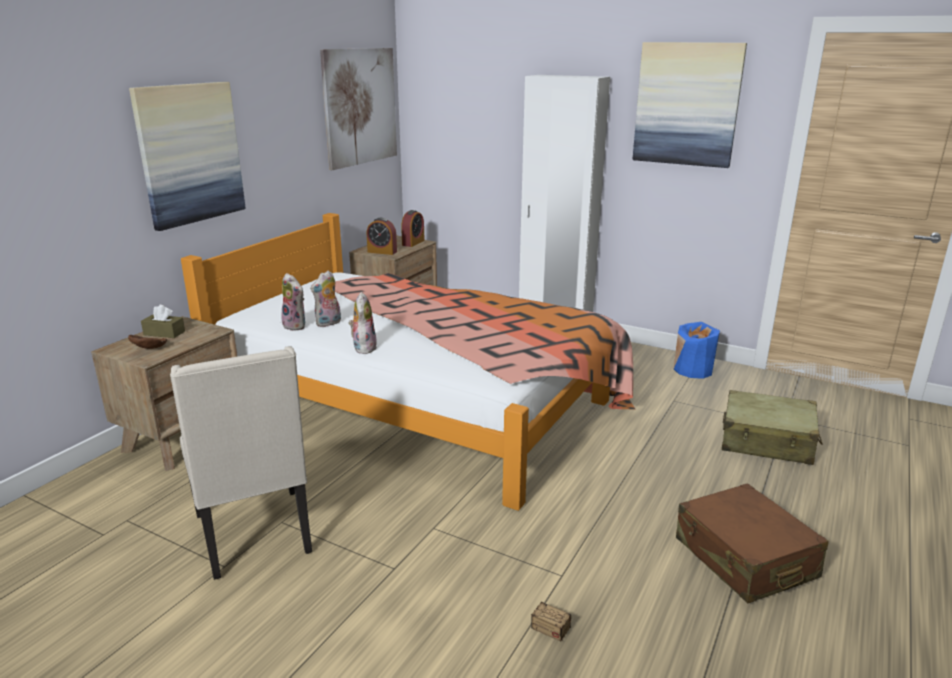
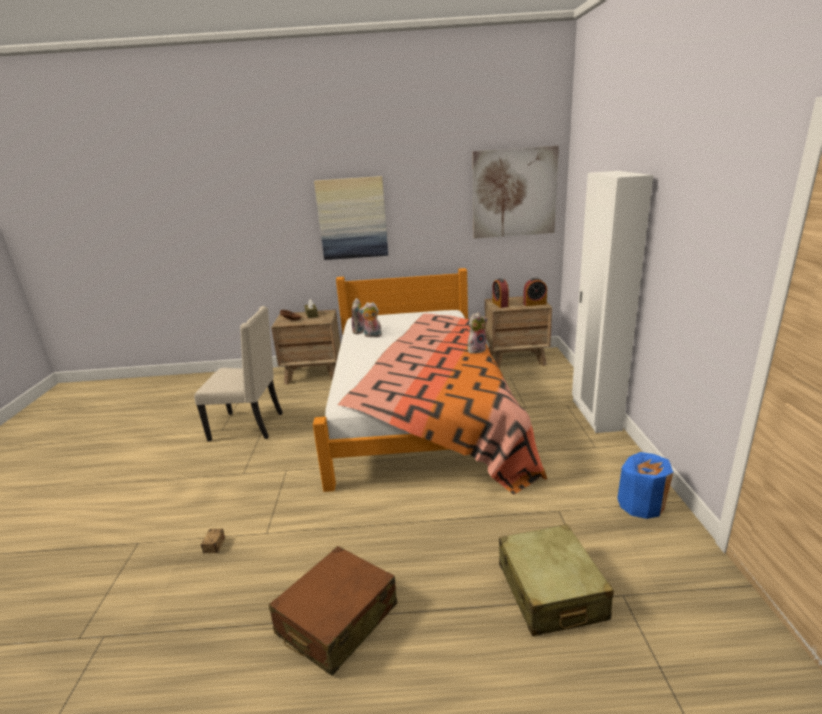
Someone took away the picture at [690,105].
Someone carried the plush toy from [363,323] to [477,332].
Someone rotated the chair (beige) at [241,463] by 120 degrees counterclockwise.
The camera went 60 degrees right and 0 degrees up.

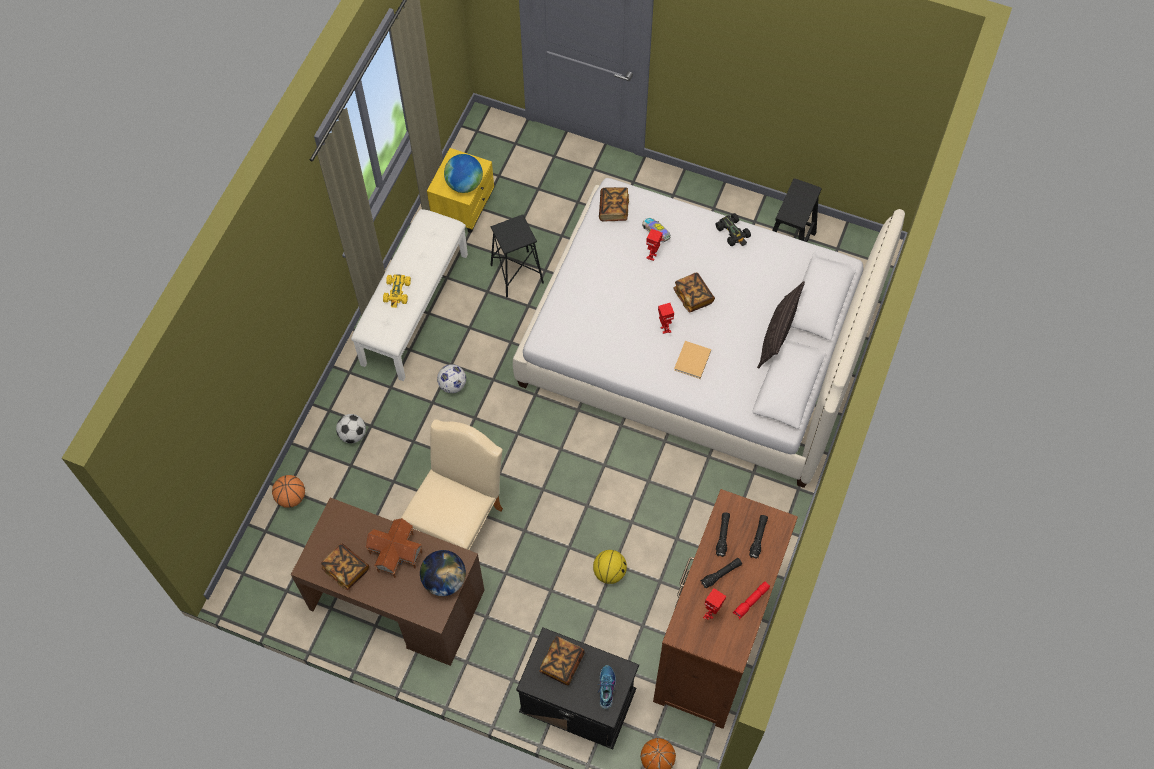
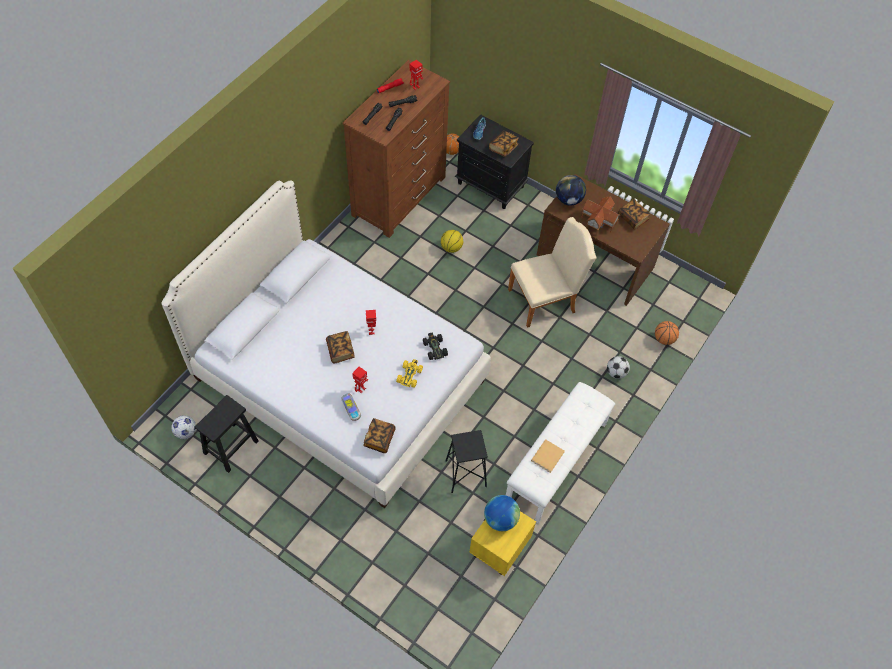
Someone took away the pillow at [781,325].
Someone carried the toy car (yellow) from [397,291] to [409,373].
Someone carried the football from [451,378] to [183,427].
Someone carried the book (beige) from [692,360] to [548,456].
Someone carried the toy car (black) from [733,229] to [435,346].
Someone rotated the chair (beige) at [452,484] by 150 degrees counterclockwise.
The camera went 170 degrees left and 5 degrees down.

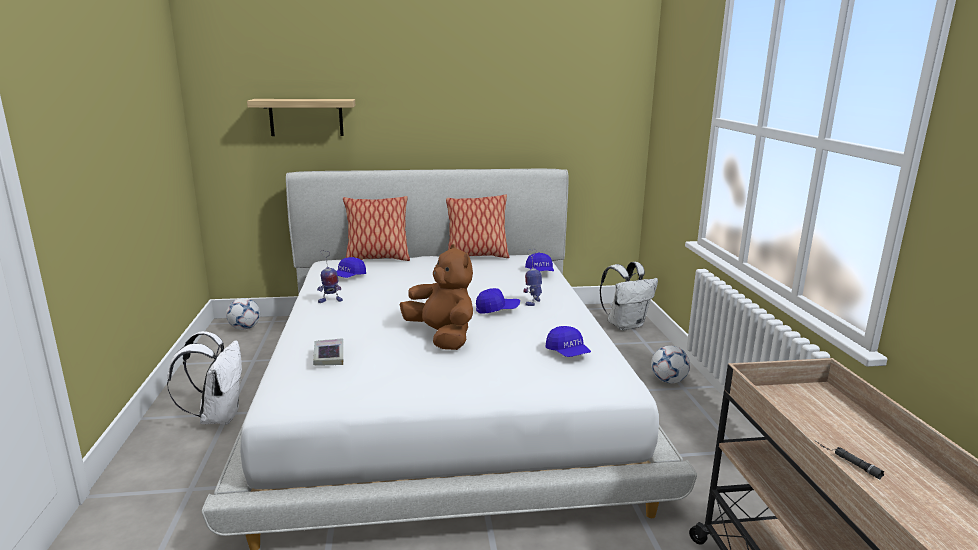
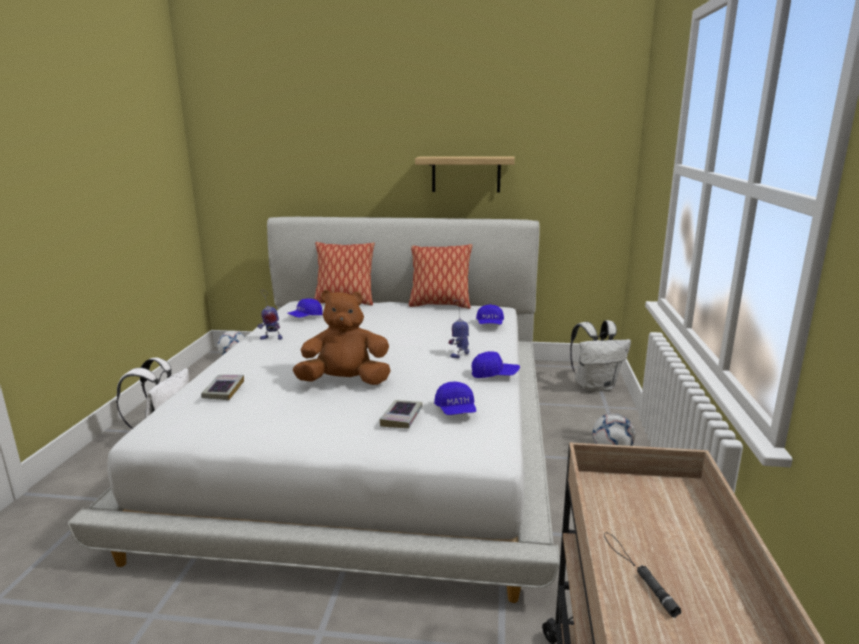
Someone put down the book at [401,414].
Someone carried the shelf from [301,117] to [465,174].
Someone carried the cap (blue) from [498,301] to [496,364].
Someone rotated the plush toy (brown) at [436,297] by 75 degrees counterclockwise.
The camera went 15 degrees right and 0 degrees up.

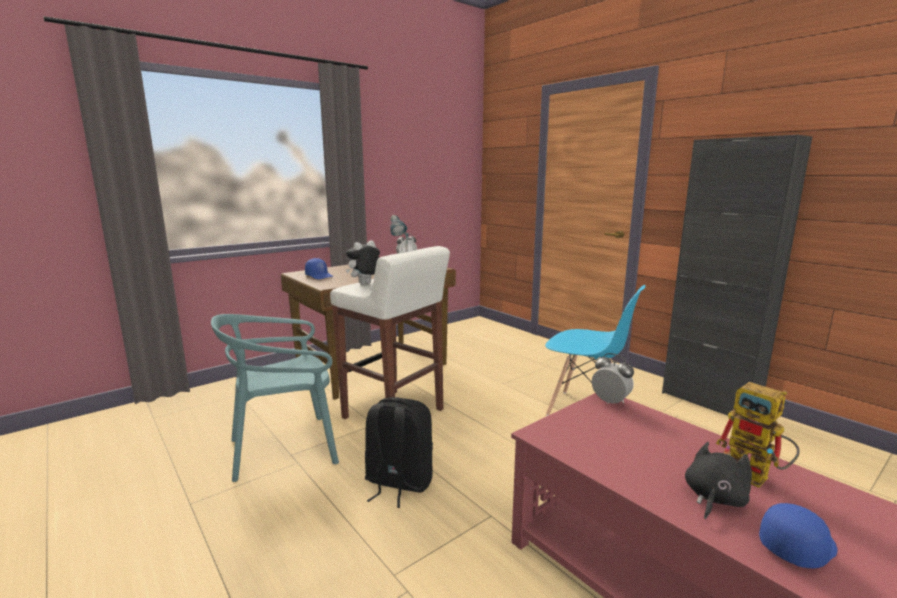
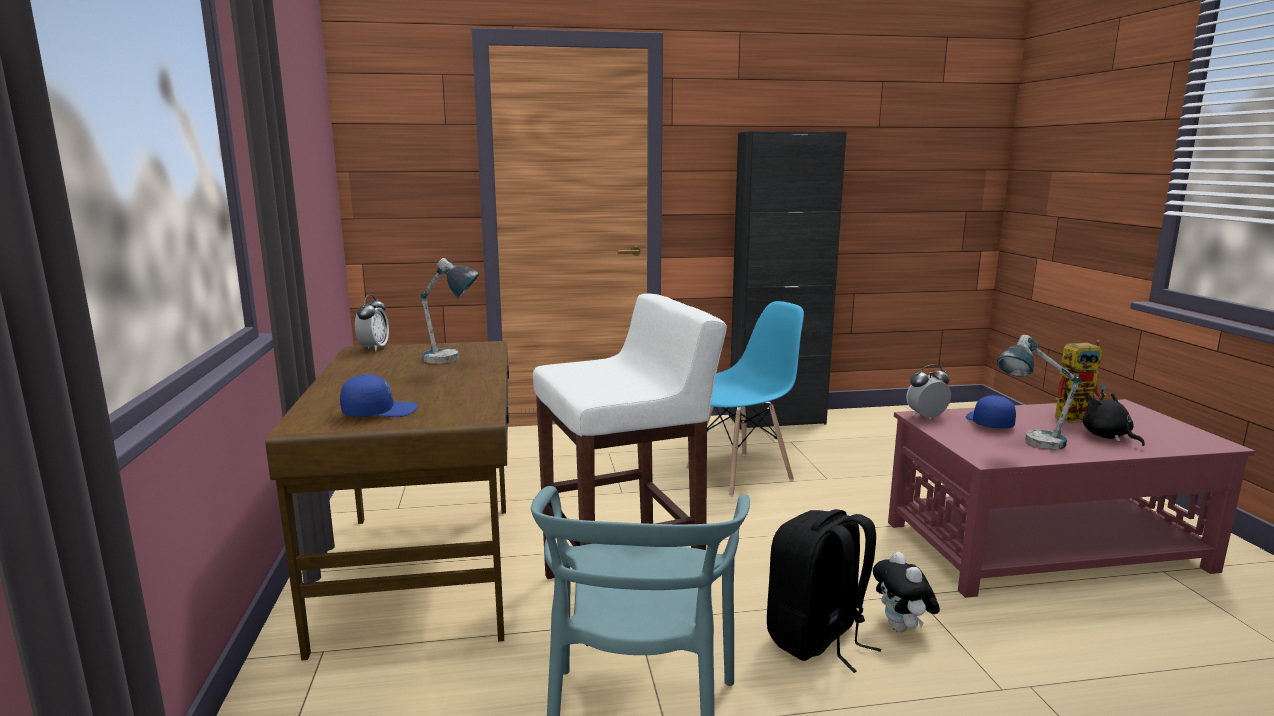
Someone put down the table lamp at [1039,392].
Someone carried the plush toy from [363,262] to [906,592].
Someone carried the cap (blue) from [798,535] to [991,411].
The camera went 60 degrees left and 0 degrees up.

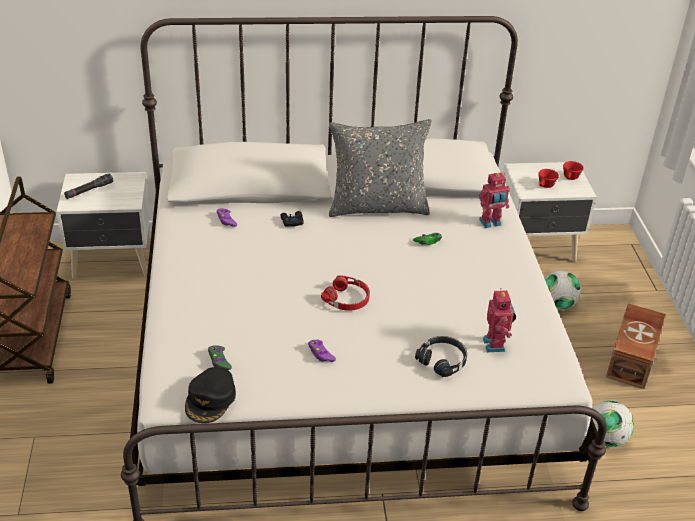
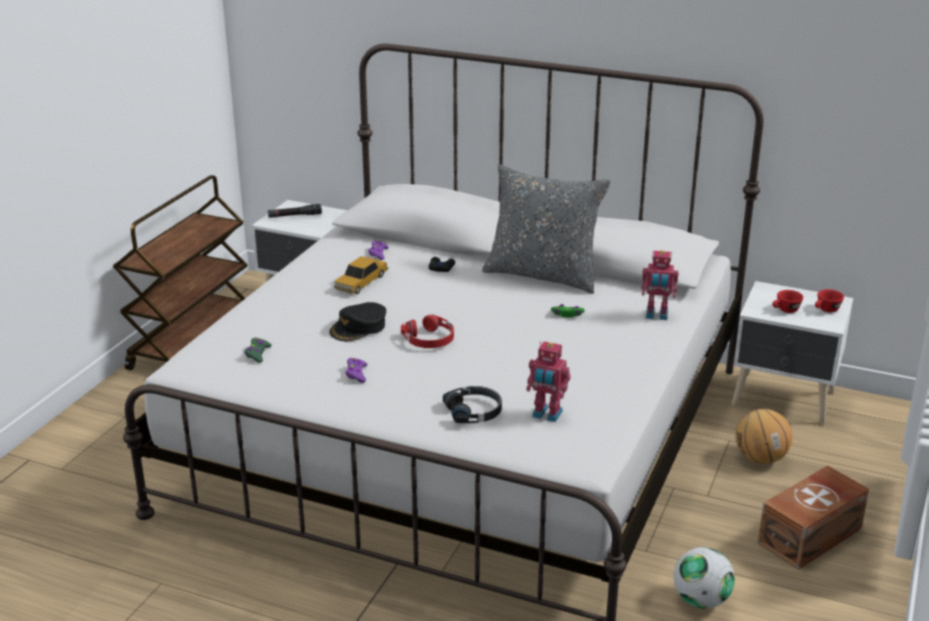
Someone put down the toy car at [361,275].
Someone carried the cap (black) from [210,395] to [357,321].
Someone swapped the football at [563,290] for the basketball at [763,436].
Someone rotated the toy robot at [499,320] by 90 degrees clockwise.
The camera went 30 degrees right and 10 degrees down.

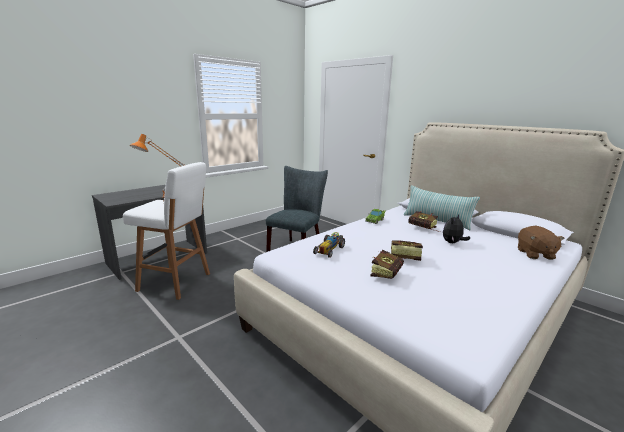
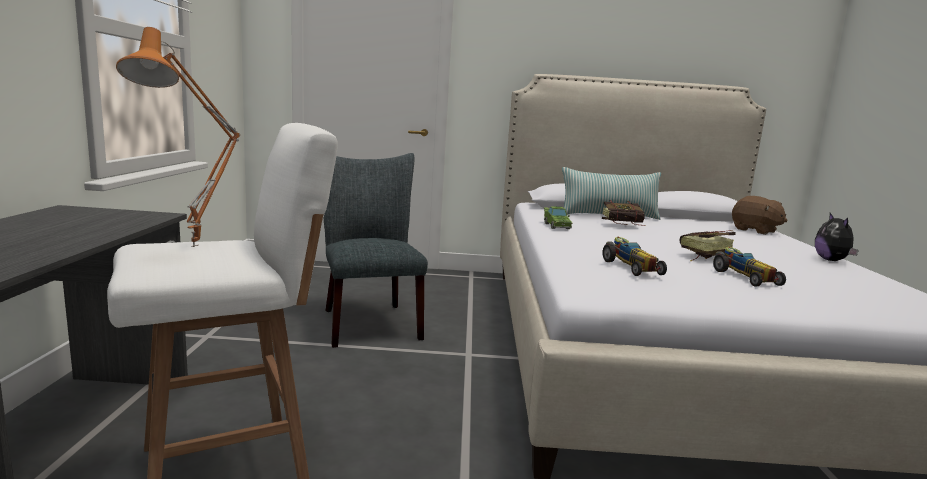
Someone carried the plush toy from [456,228] to [837,237].
Someone swapped the book at [387,264] for the toy car at [749,266].
The camera went 45 degrees left and 5 degrees down.

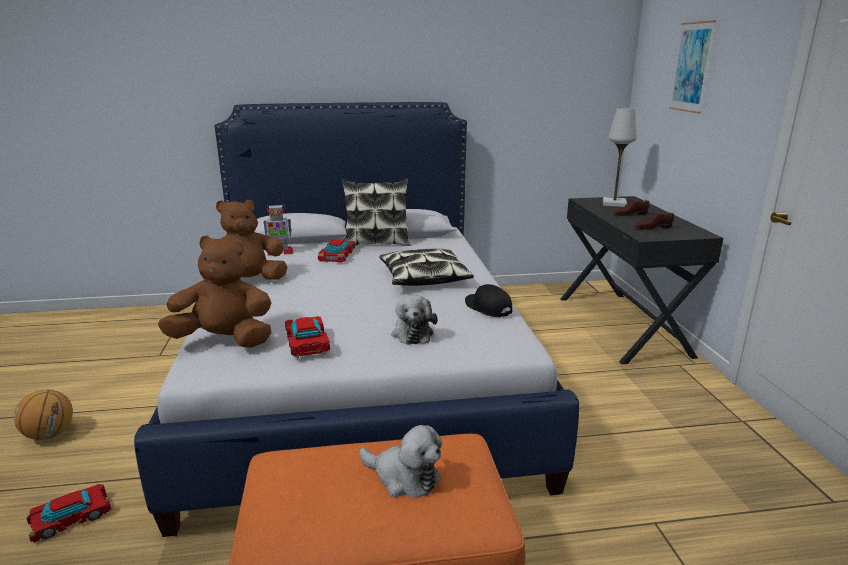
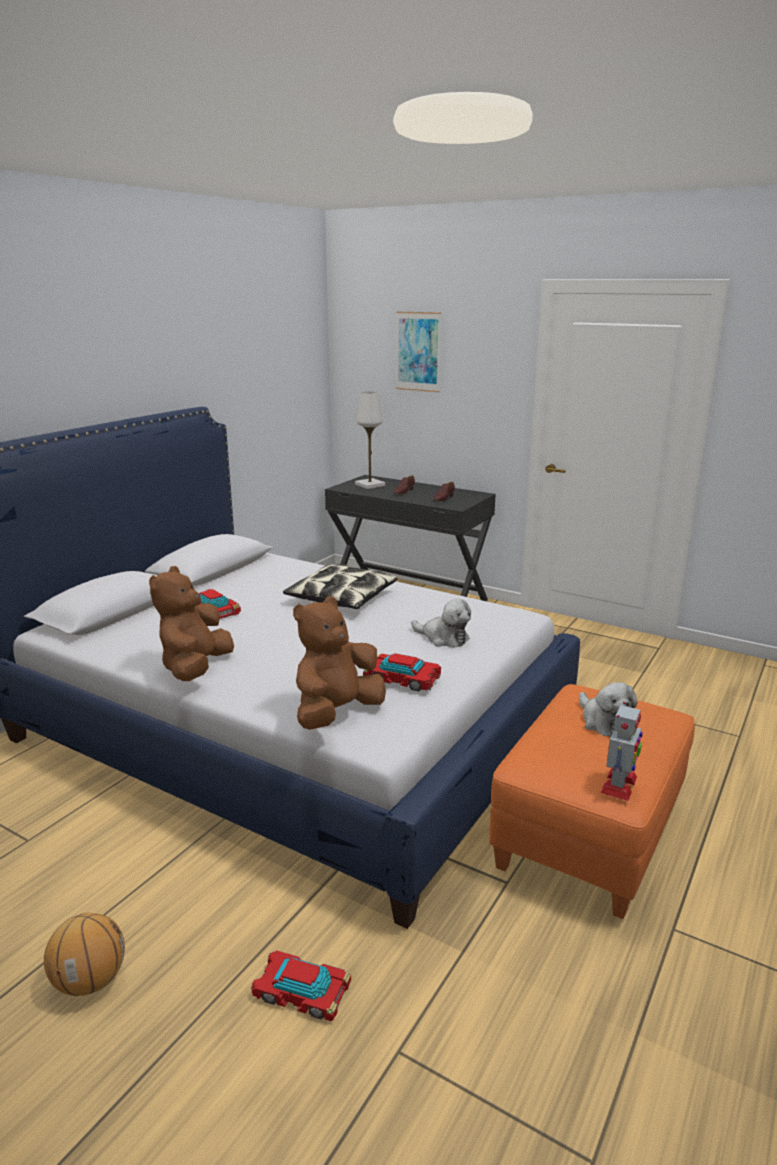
Someone took away the pillow at [376,212].
Someone took away the cap (black) at [488,300].
Someone carried the toy robot from [278,230] to [622,751].
Someone rotated the toy car at [68,513] by 75 degrees counterclockwise.
Someone rotated the plush toy at [400,461] by 90 degrees clockwise.
The camera went 50 degrees left and 0 degrees up.

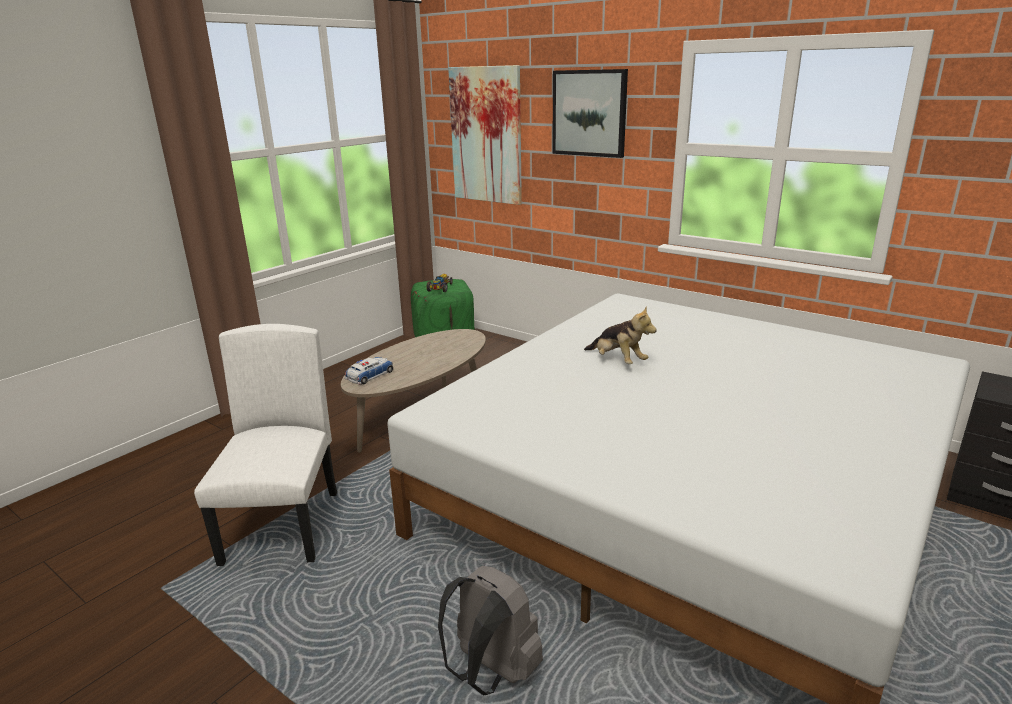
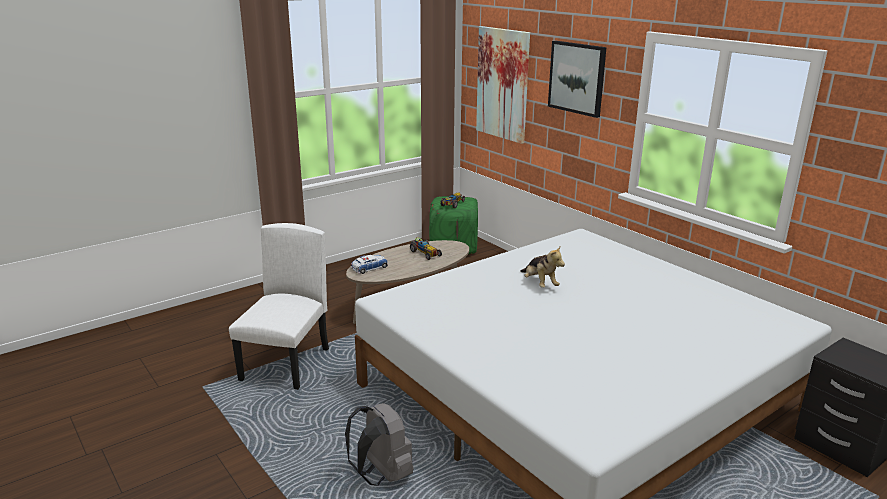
Someone put down the toy car at [426,248].
The camera went 15 degrees right and 0 degrees up.

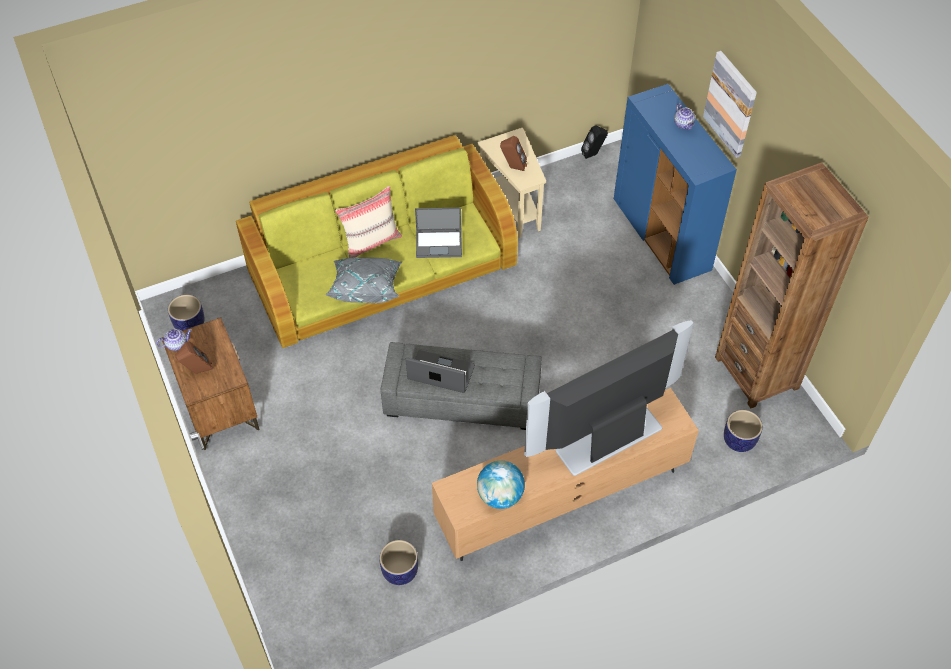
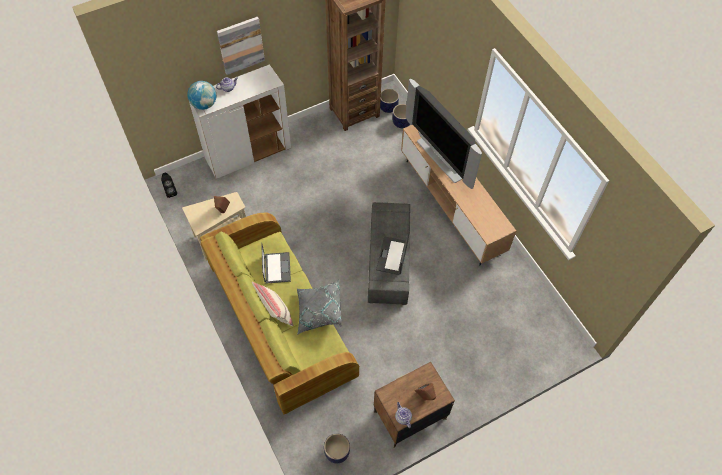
Someone carried the planter from [398,562] to [389,101].
Someone carried the globe from [501,485] to [201,95].
Someone repainted the cabinet (blue) at [675,184], which became the cabinet (white) at [240,121].
The camera went 95 degrees left and 5 degrees up.

